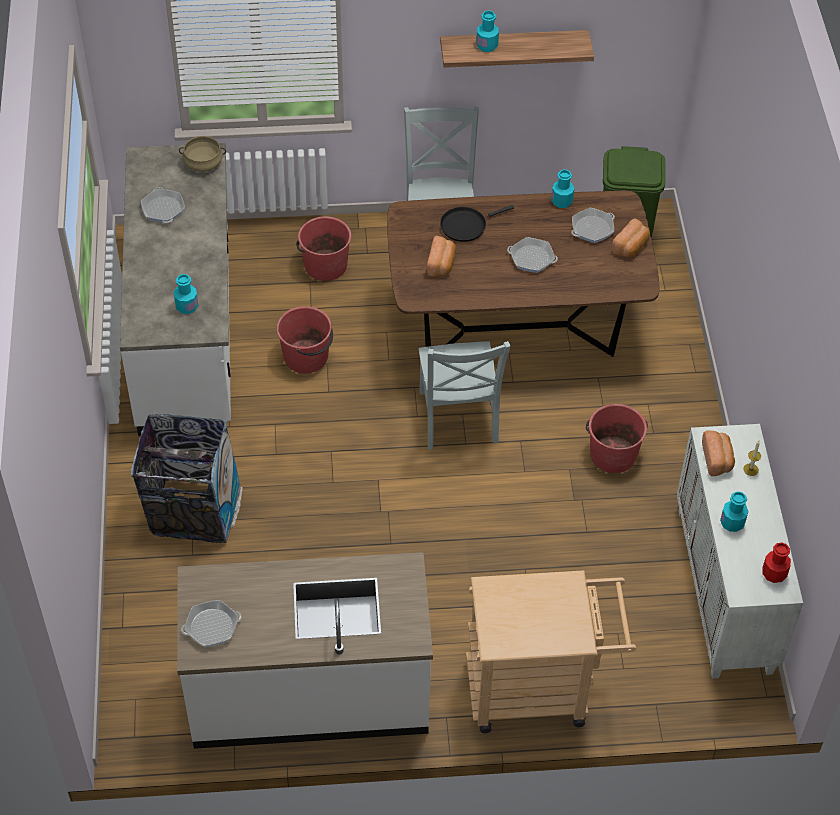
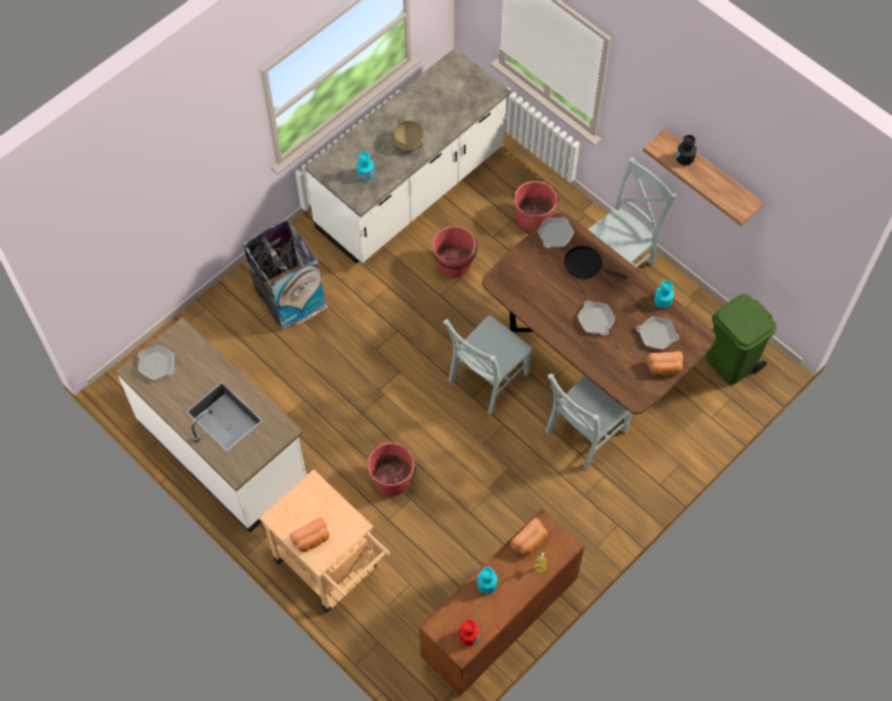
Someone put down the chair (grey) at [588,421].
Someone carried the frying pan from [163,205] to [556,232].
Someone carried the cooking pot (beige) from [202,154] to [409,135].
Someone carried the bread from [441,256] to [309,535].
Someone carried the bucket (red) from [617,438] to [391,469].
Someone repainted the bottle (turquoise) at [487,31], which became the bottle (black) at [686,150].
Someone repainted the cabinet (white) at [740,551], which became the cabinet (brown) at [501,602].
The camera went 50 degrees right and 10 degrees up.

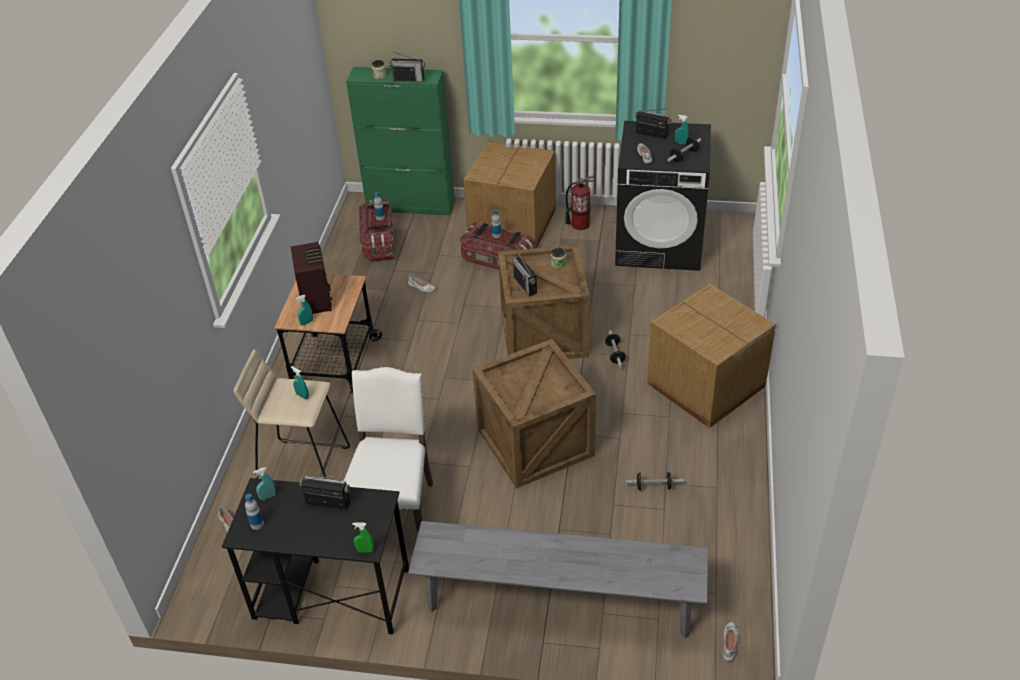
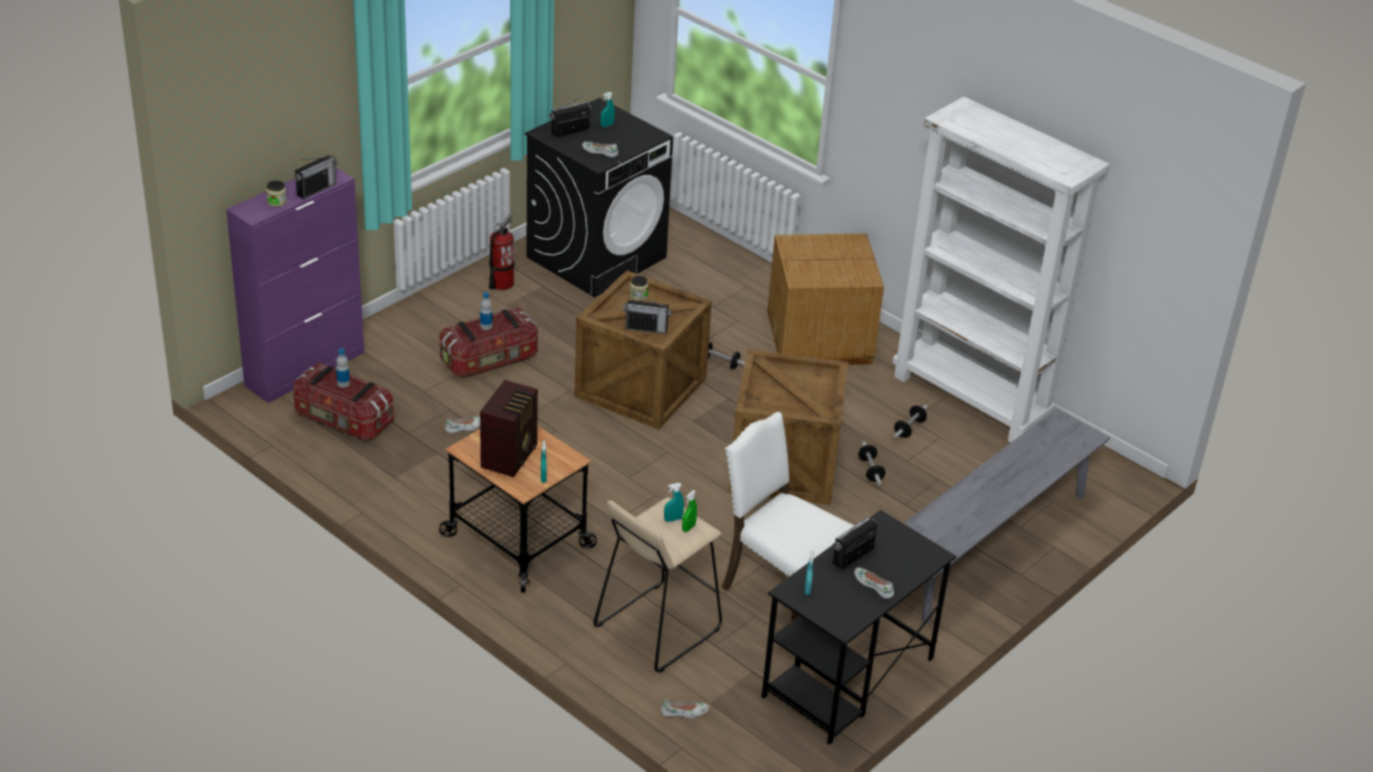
Someone took away the bottle at [254,512].
Someone took away the cardboard box at [509,194].
Someone put down the bookcase (white) at [1001,270].
Someone carried the spray bottle (green) from [363,538] to [689,511].
Someone carried the dumbbell from [684,150] to [871,463].
Someone carried the shoe (white) from [731,641] to [874,583].
Someone repainted the cabinet (green) at [400,141], which became the cabinet (purple) at [295,285].
Someone rotated the radio at [312,278] by 90 degrees clockwise.
The camera went 60 degrees left and 5 degrees down.

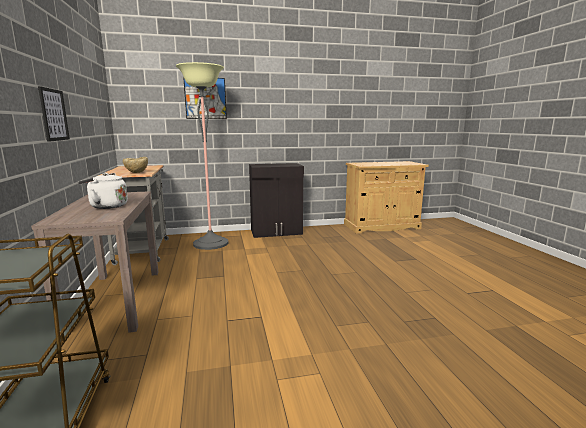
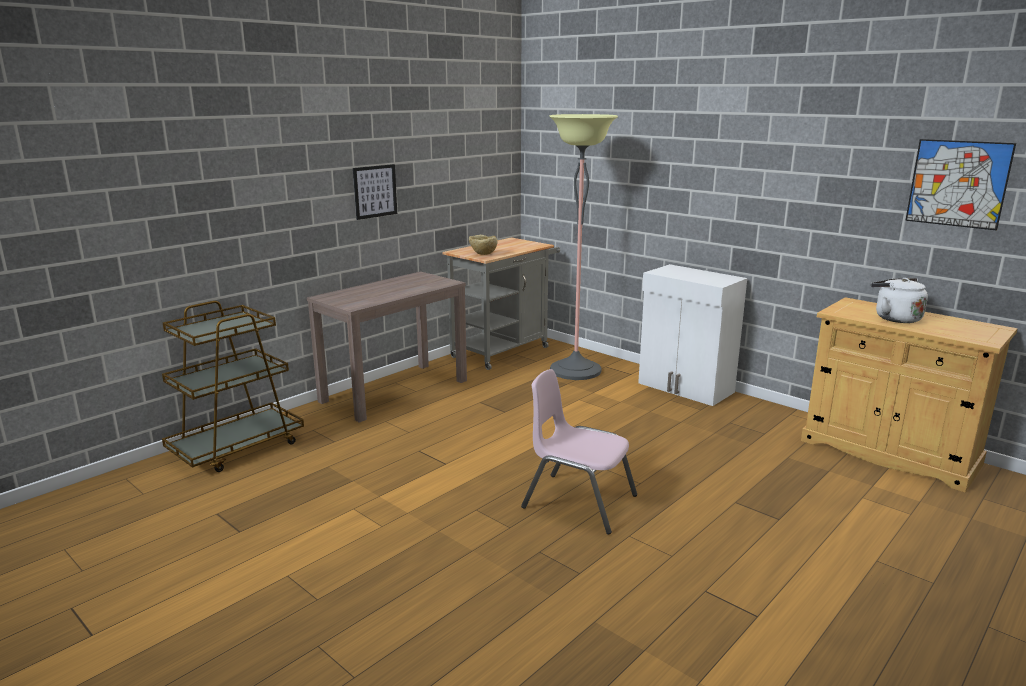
Someone put down the chair (pink) at [579,451].
Someone carried the kettle (white) from [103,191] to [899,300].
Someone carried the picture from [205,98] to [960,185].
Someone repainted the cabinet (black) at [276,200], which became the cabinet (white) at [692,335].
The camera went 55 degrees right and 5 degrees up.

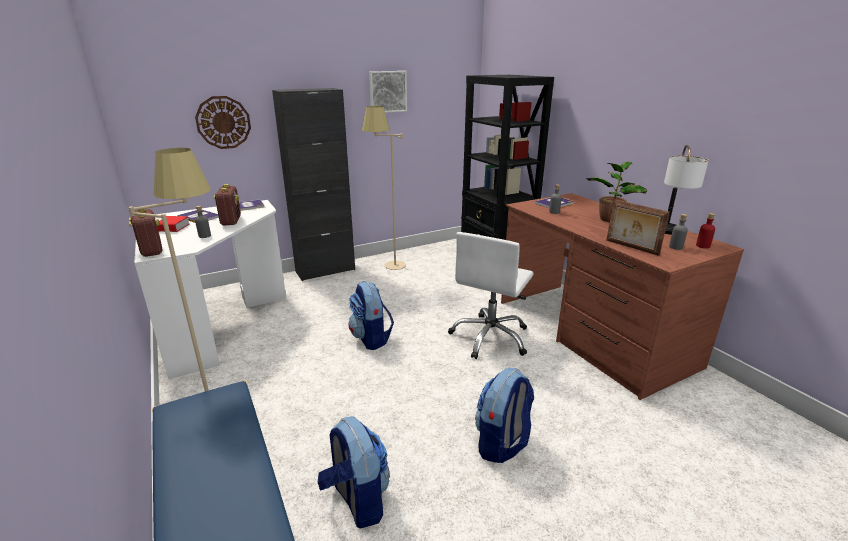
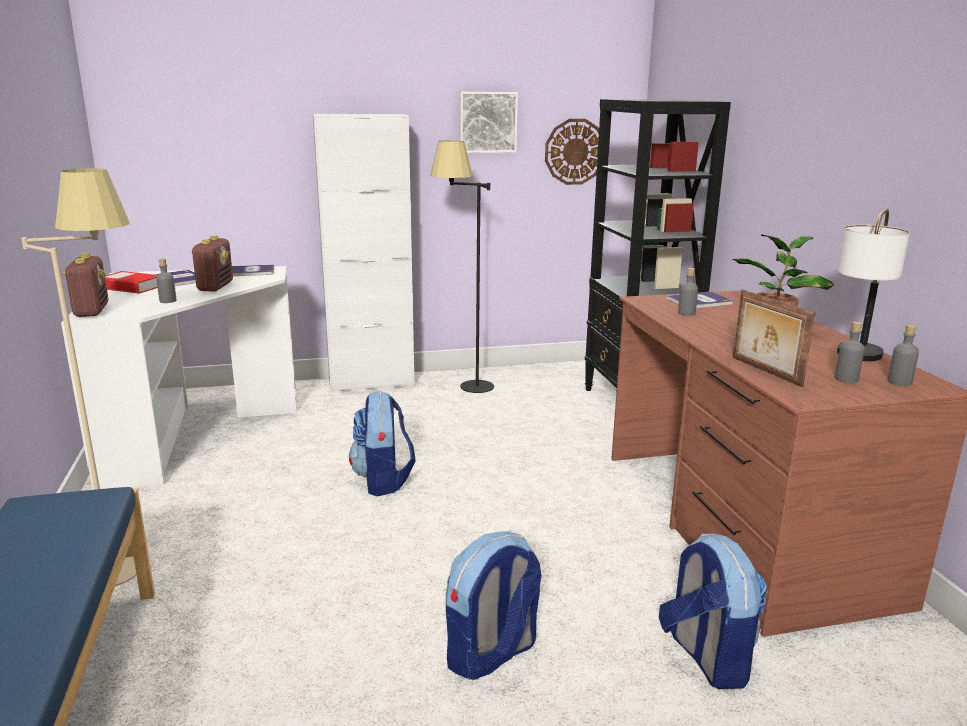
Someone took away the office chair (white) at [491,295].
Someone carried the wall clock from [223,122] to [572,152].
Someone carried the backpack from [354,472] to [713,611].
Someone repainted the cabinet (black) at [313,184], which became the cabinet (white) at [364,253].
Someone repainted the floor lamp (beige) at [384,188], which became the floor lamp (black) at [462,266].
Someone repainted the bottle (red) at [705,231], which became the bottle (grey) at [903,355].
The camera went 15 degrees right and 5 degrees down.

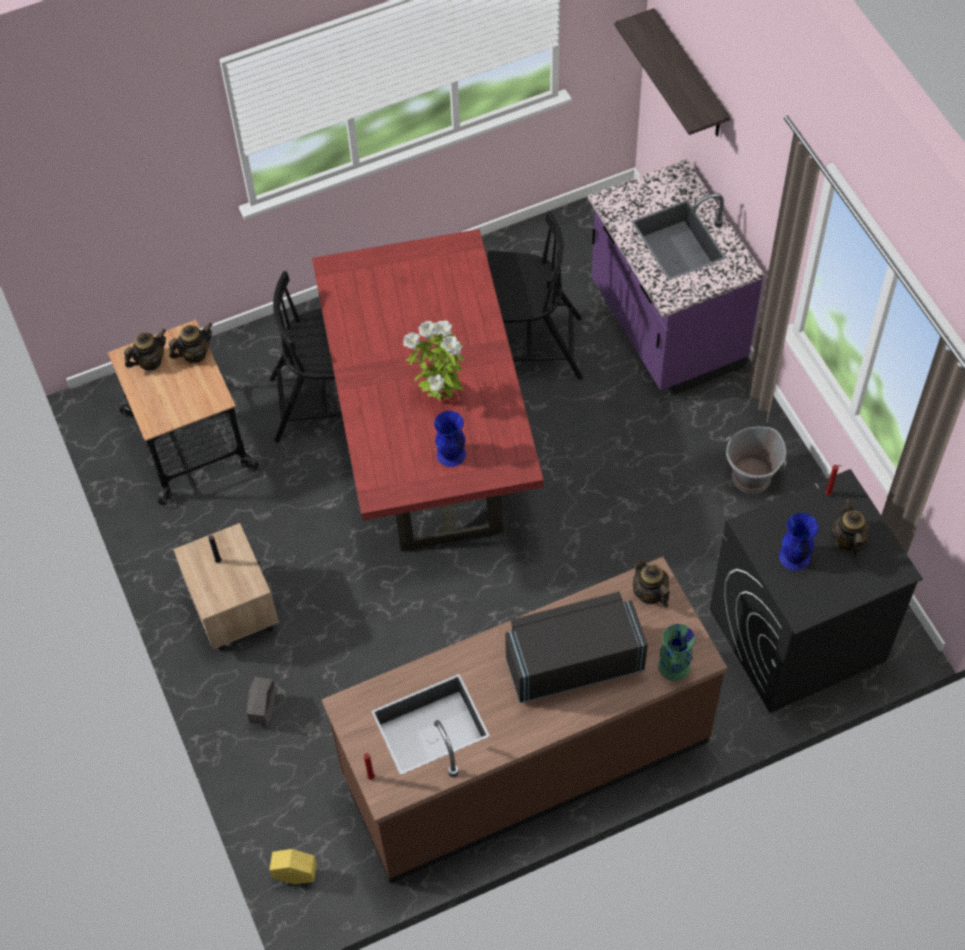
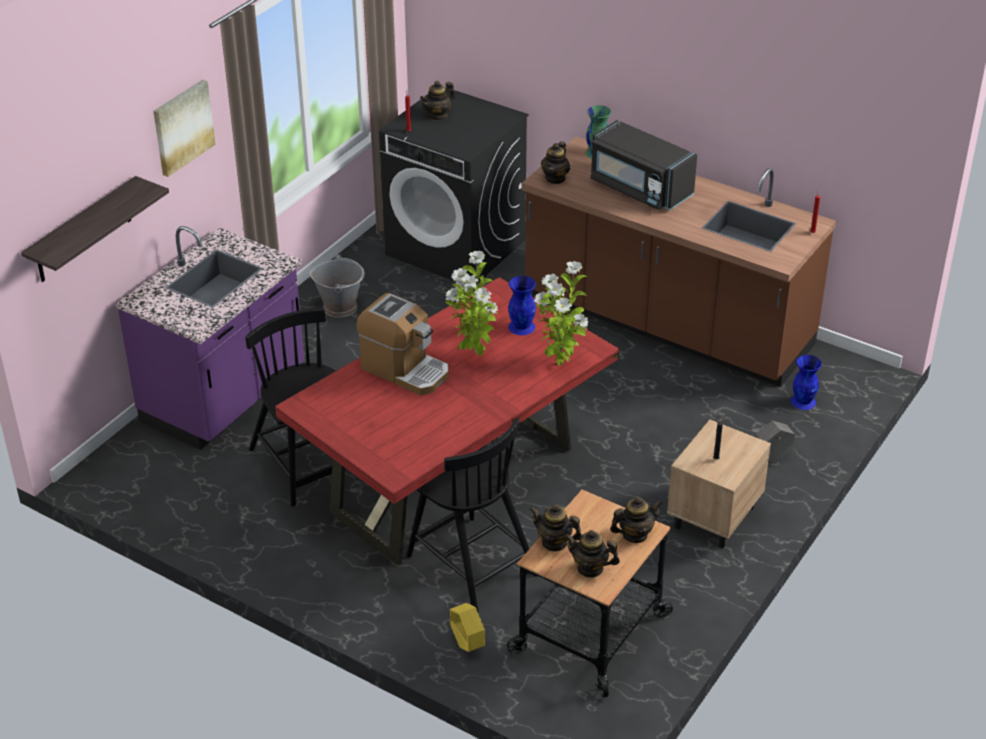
Someone put up the picture at [184,128].
Someone put down the coffee machine at [402,344].
Someone put down the potted plant at [561,313].
Someone put down the teapot at [636,520].
Someone carried the planter (yellow) from [293,866] to [467,627].
Someone carried the vase (blue) from [798,542] to [806,382].
The camera went 125 degrees left and 20 degrees down.

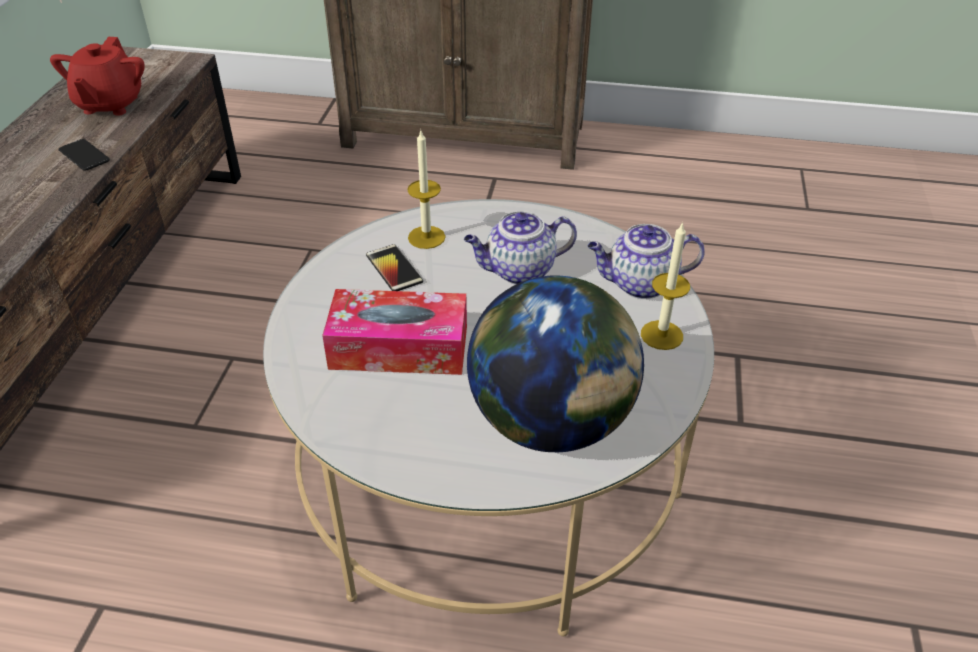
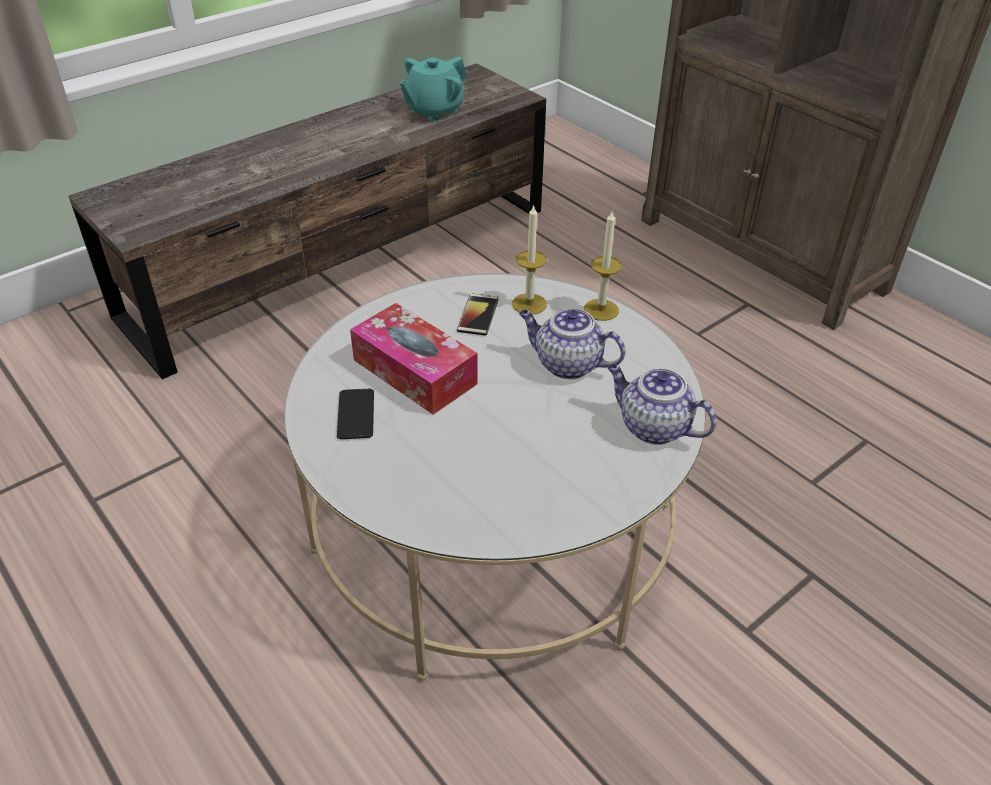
Someone took away the globe at [555,364].
Someone carried the phone from [84,154] to [355,414].
Someone carried the candle from [665,286] to [603,266].
Someone repainted the teapot (red) at [97,76], which became the teapot (turquoise) at [432,89].
The camera went 40 degrees right and 0 degrees up.

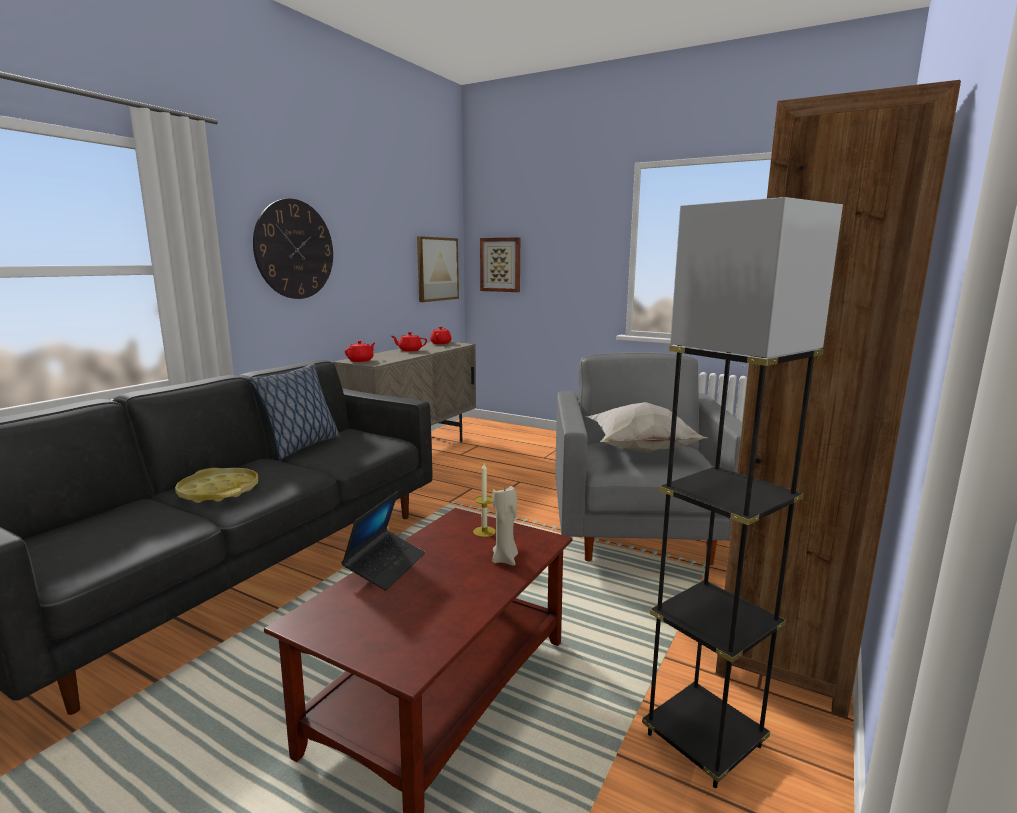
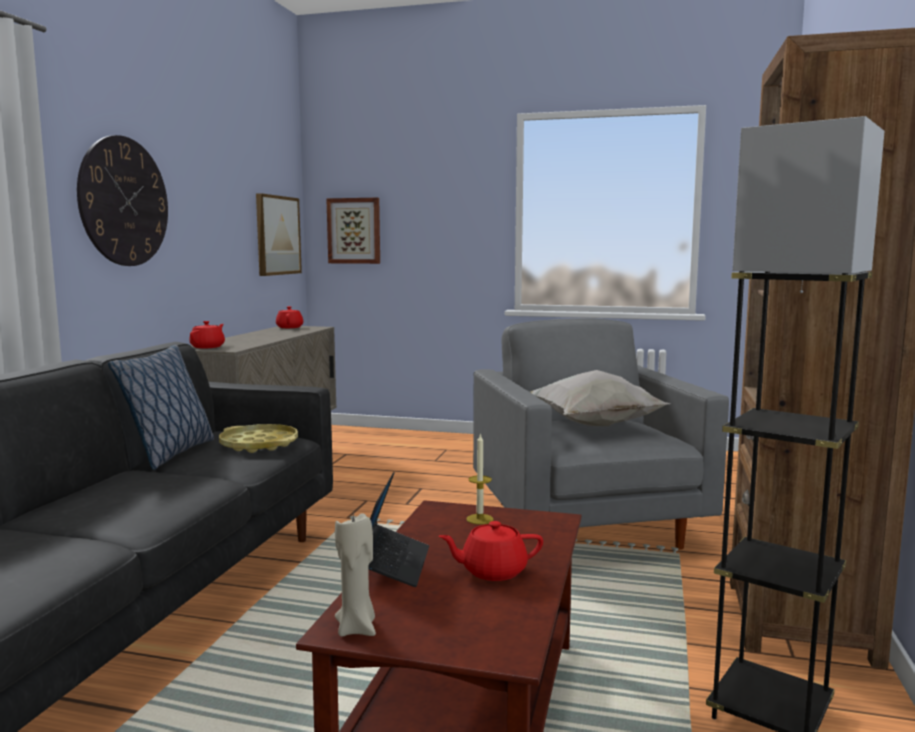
Someone carried the tray (yellow) from [216,485] to [258,438].
Someone carried the teapot (red) from [409,341] to [491,551].
Someone carried the candle (beige) from [505,526] to [355,575].
The camera went 15 degrees left and 5 degrees down.

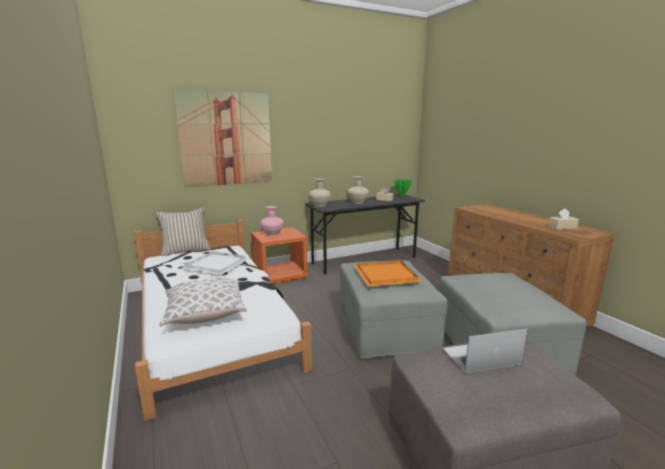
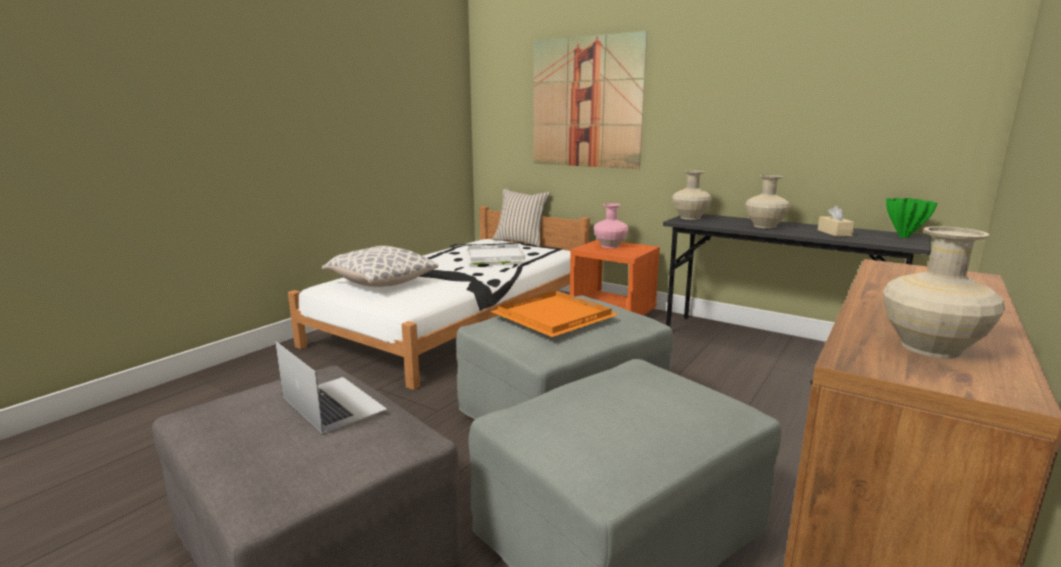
Someone swapped the tissue box (beige) at [563,219] for the vase (beige) at [944,292].
The camera went 60 degrees right and 0 degrees up.

